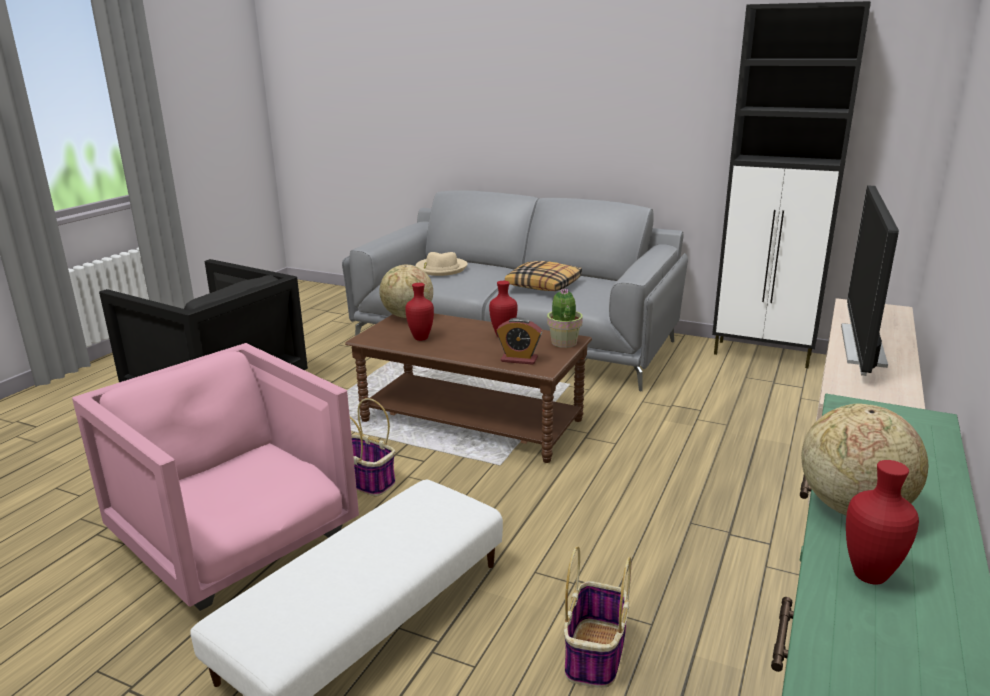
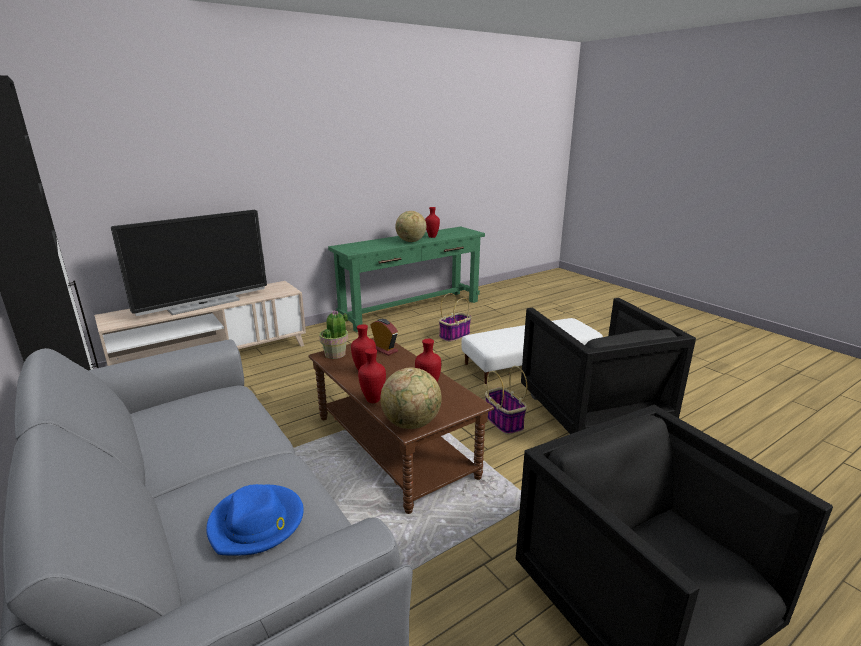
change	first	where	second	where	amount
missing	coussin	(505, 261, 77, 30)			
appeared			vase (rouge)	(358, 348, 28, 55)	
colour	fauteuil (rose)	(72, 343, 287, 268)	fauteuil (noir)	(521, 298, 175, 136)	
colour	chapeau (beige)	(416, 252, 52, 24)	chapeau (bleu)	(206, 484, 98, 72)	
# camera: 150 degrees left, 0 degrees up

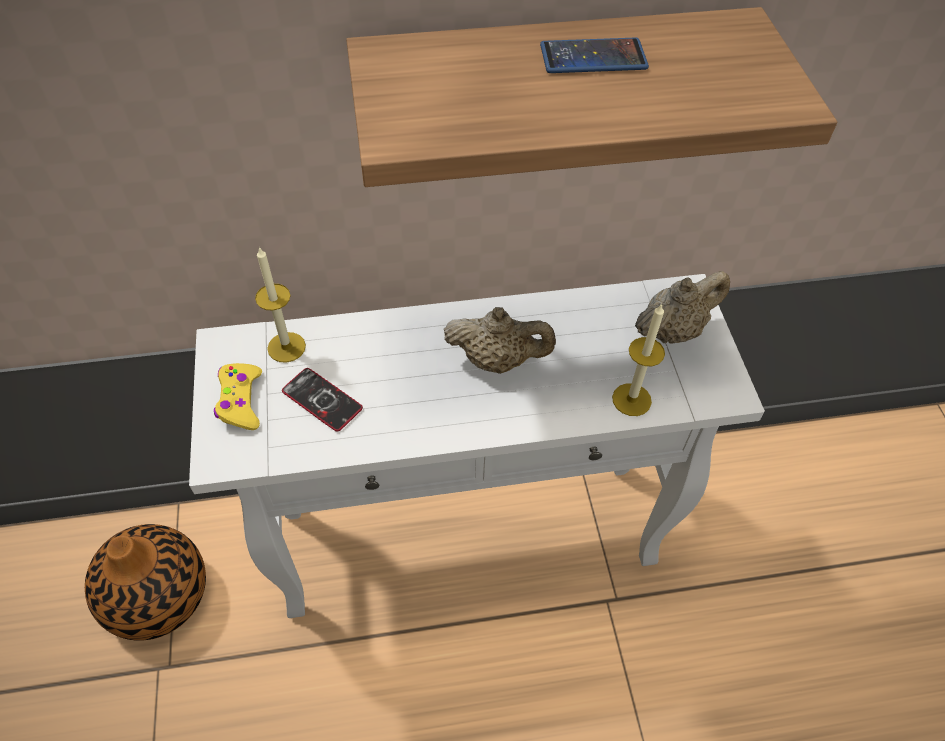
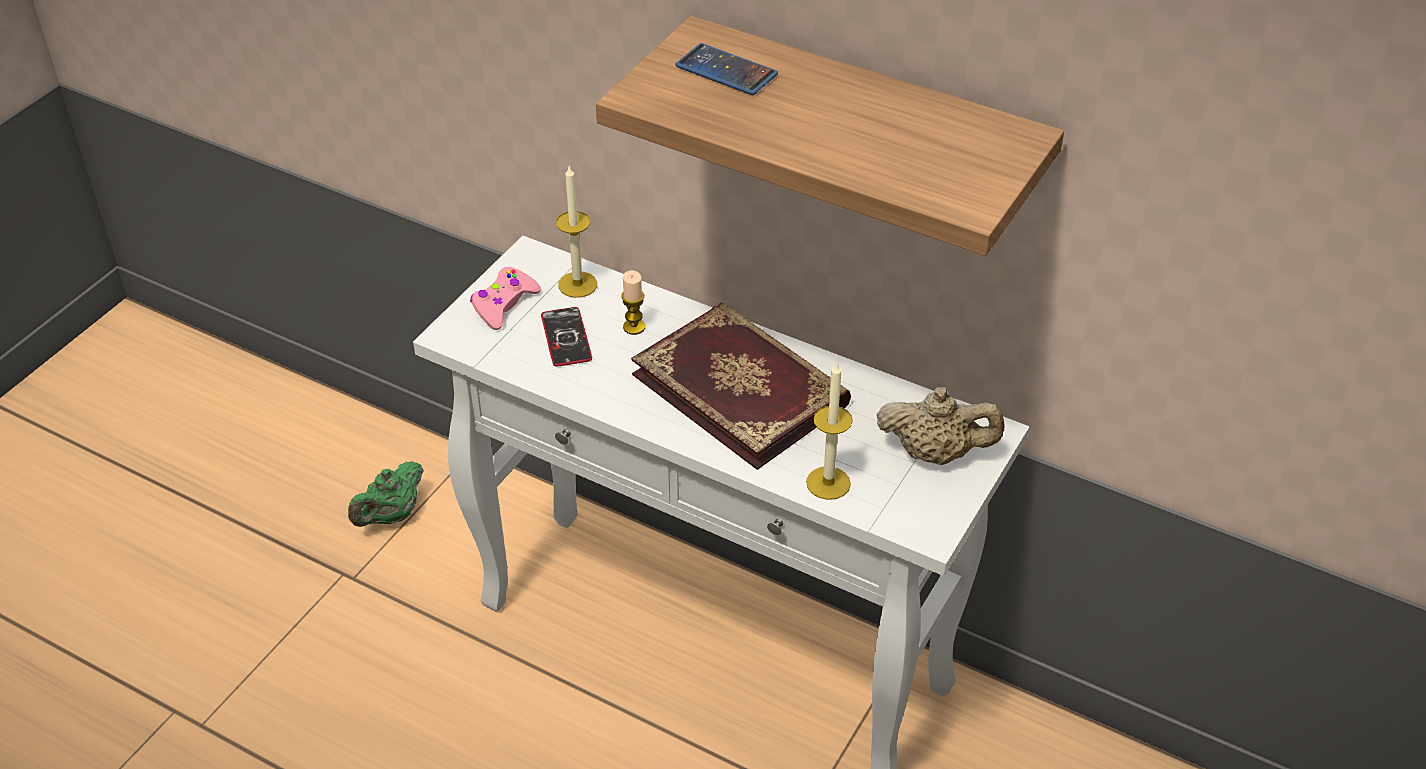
change	first	where	second	where	amount
appeared			bougie	(621, 270, 24, 65)	
relocated	téléphone	(540, 37, 109, 36)		(675, 43, 103, 52)	
exchanged	vase	(85, 524, 121, 117)	théière (vert)	(348, 461, 76, 66)	
exchanged	théière (beige)	(444, 307, 112, 67)	livre	(631, 302, 220, 168)	
colour	manette (jaune)	(214, 363, 48, 67)	manette (rose)	(470, 267, 71, 63)	
# camera: 40 degrees right, 10 degrees down

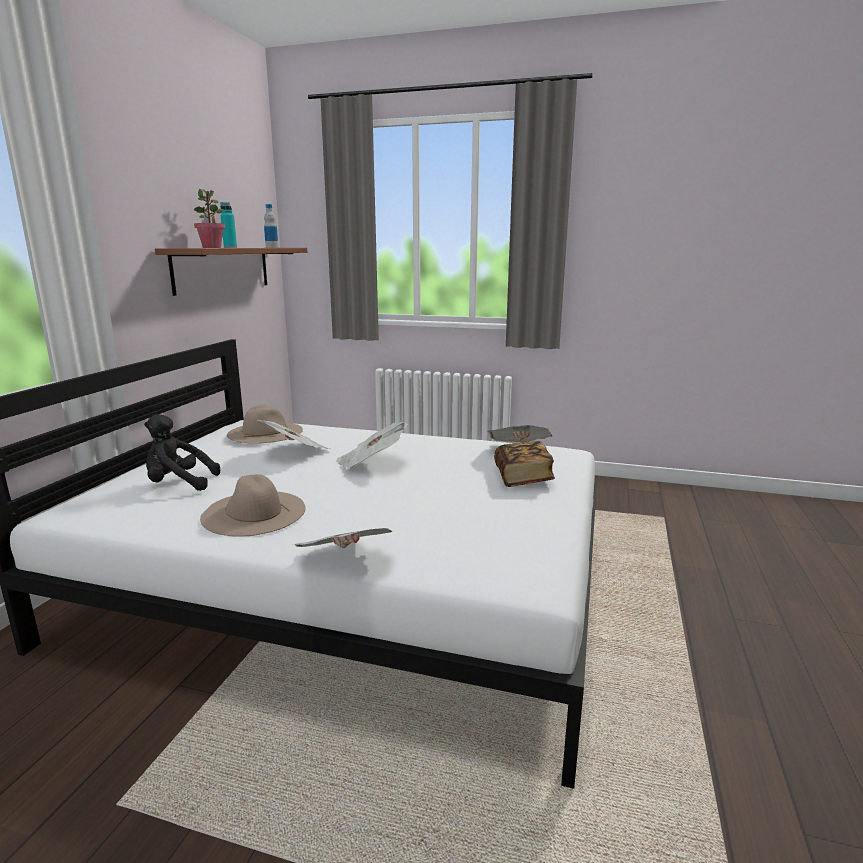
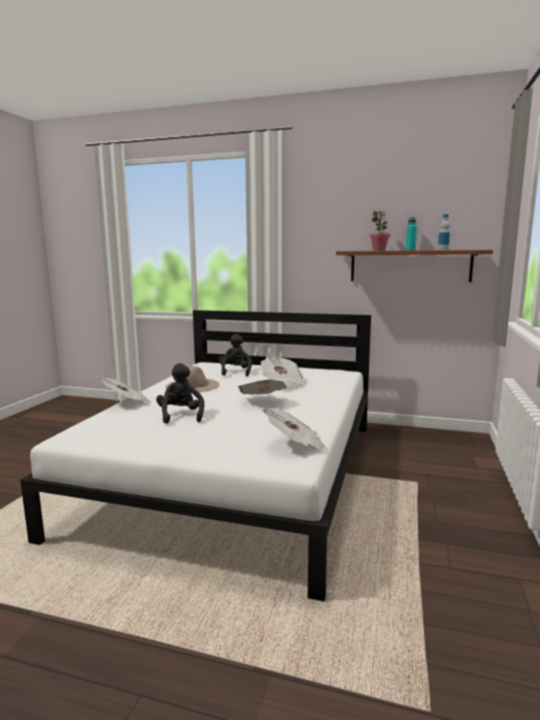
change	first	where	second	where	amount
missing	chapeau (beige)	(227, 405, 76, 39)			
missing	livre	(494, 441, 61, 46)			
appeared			peluche (noir)	(156, 363, 48, 60)	
# camera: 90 degrees right, 5 degrees down

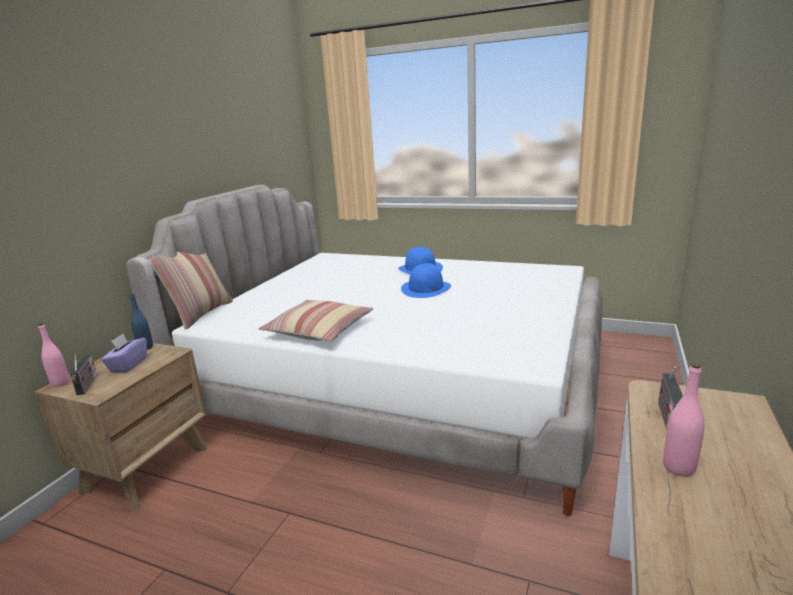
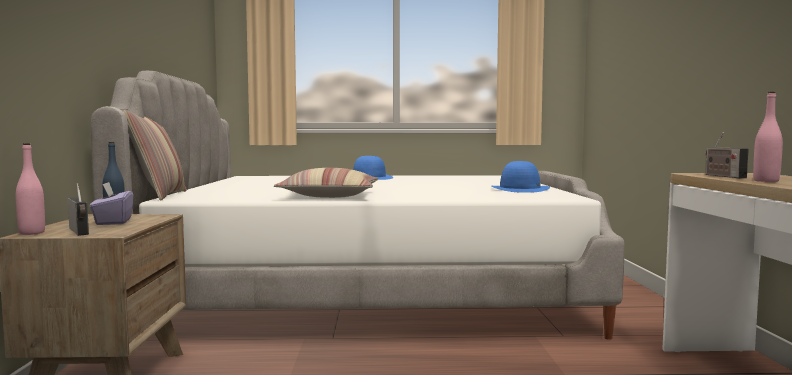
change	first	where	second	where	amount
relocated	chapeau (bleu)	(401, 263, 50, 35)		(492, 161, 58, 32)	
# camera: 25 degrees left, 15 degrees down

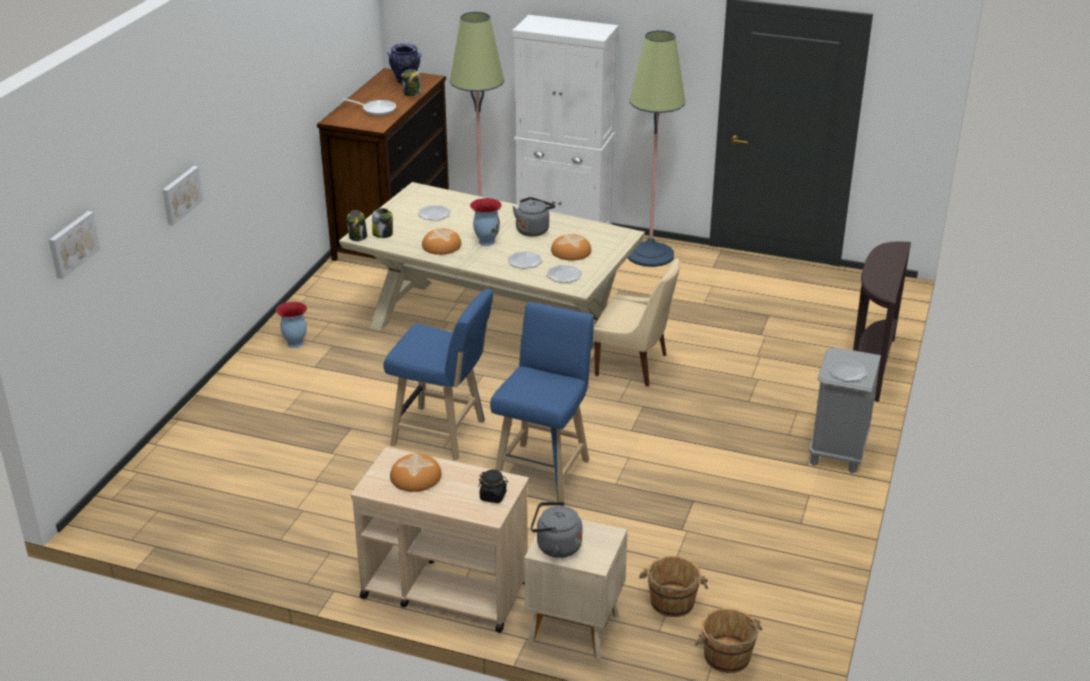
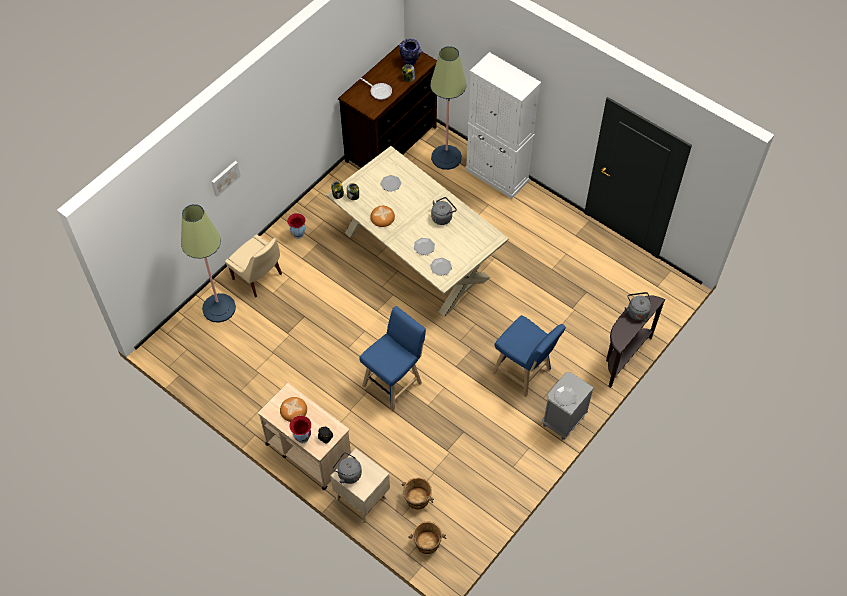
change	first	where	second	where	amount
missing	tableau	(49, 211, 52, 68)			
missing	pain	(551, 234, 40, 26)			
appeared			bouilloire (gris)	(624, 292, 27, 29)	
relocated	tabouret (bleu)	(384, 289, 109, 171)		(492, 315, 74, 82)	
relocated	vase	(470, 198, 32, 48)		(289, 416, 23, 27)	
relocated	chaise (beige)	(593, 258, 87, 129)		(225, 234, 57, 63)	
relocated	lampadaire	(628, 30, 57, 237)		(181, 204, 55, 119)	
# camera: 20 degrees right, 25 degrees up

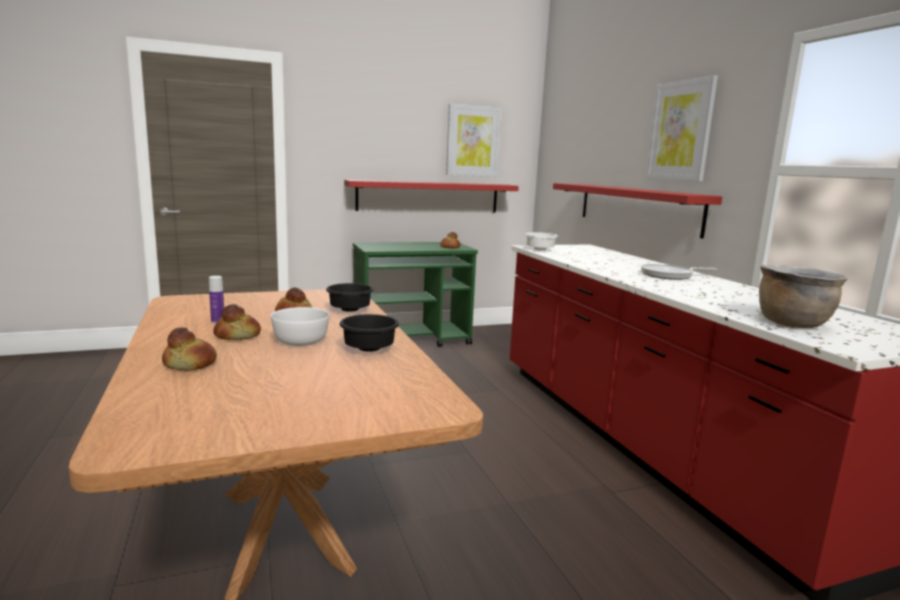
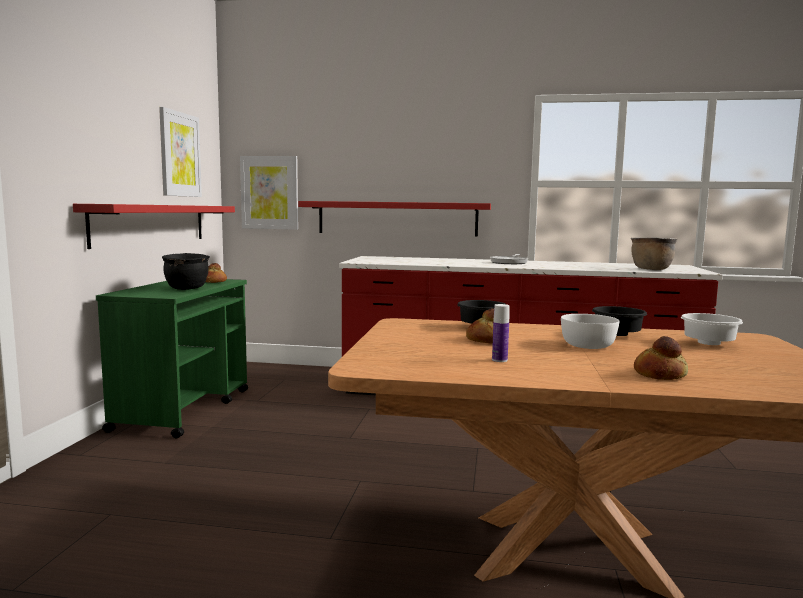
change	first	where	second	where	amount
missing	pain	(213, 304, 48, 36)			
appeared			marmite (noir)	(162, 253, 48, 37)	
relocated	bol (blanc)	(525, 232, 33, 19)		(681, 313, 62, 32)	
relocated	tableau	(646, 75, 72, 106)		(240, 156, 58, 74)	
# camera: 60 degrees left, 5 degrees down

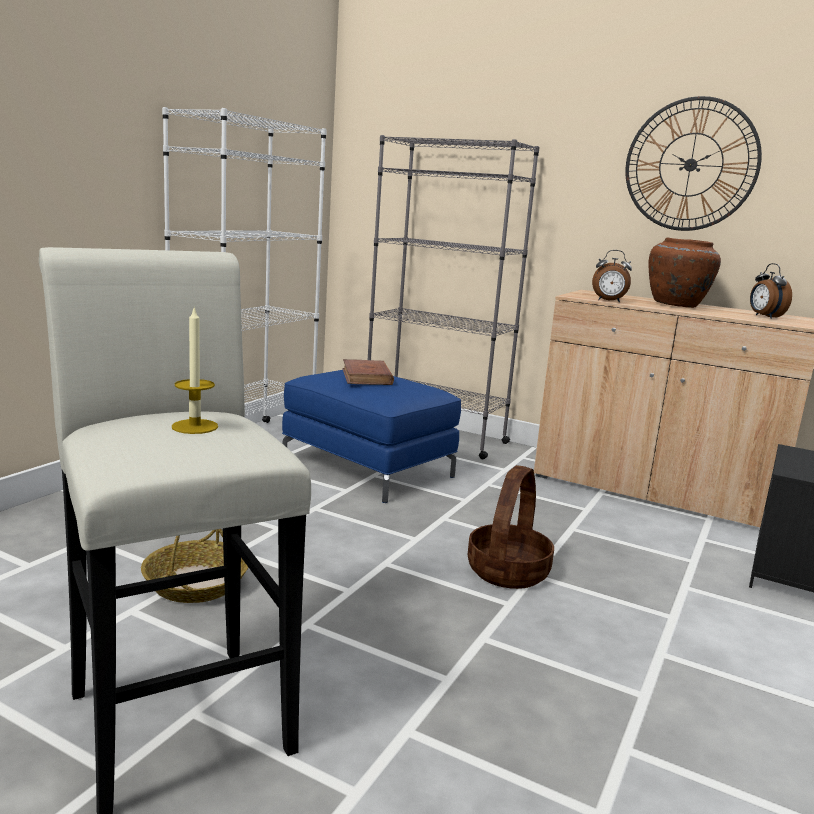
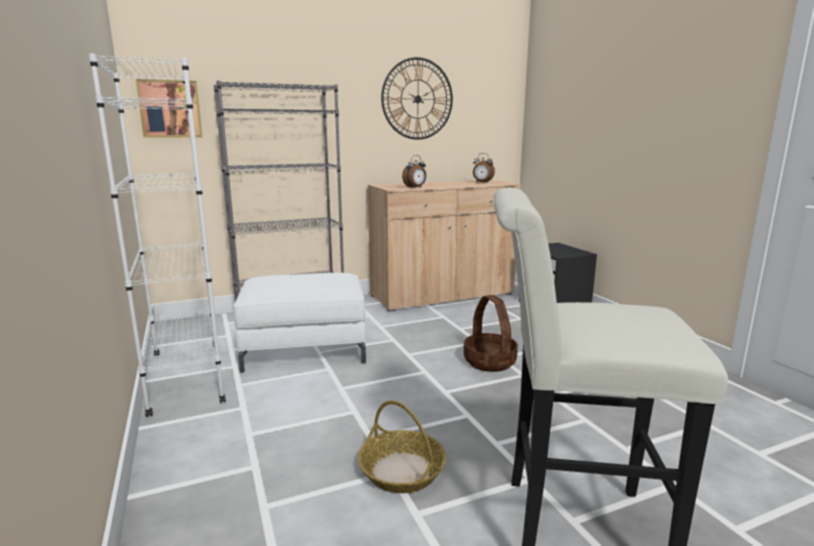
change	first	where	second	where	amount
missing	bougie	(172, 307, 46, 127)			
missing	livre (marron)	(343, 359, 51, 26)			
missing	vase (marron)	(649, 237, 72, 71)			
appeared			tableau	(136, 79, 66, 59)	
colour	pouf (bleu)	(282, 370, 179, 133)	pouf (blanc)	(234, 273, 132, 100)	
# camera: 50 degrees left, 0 degrees up

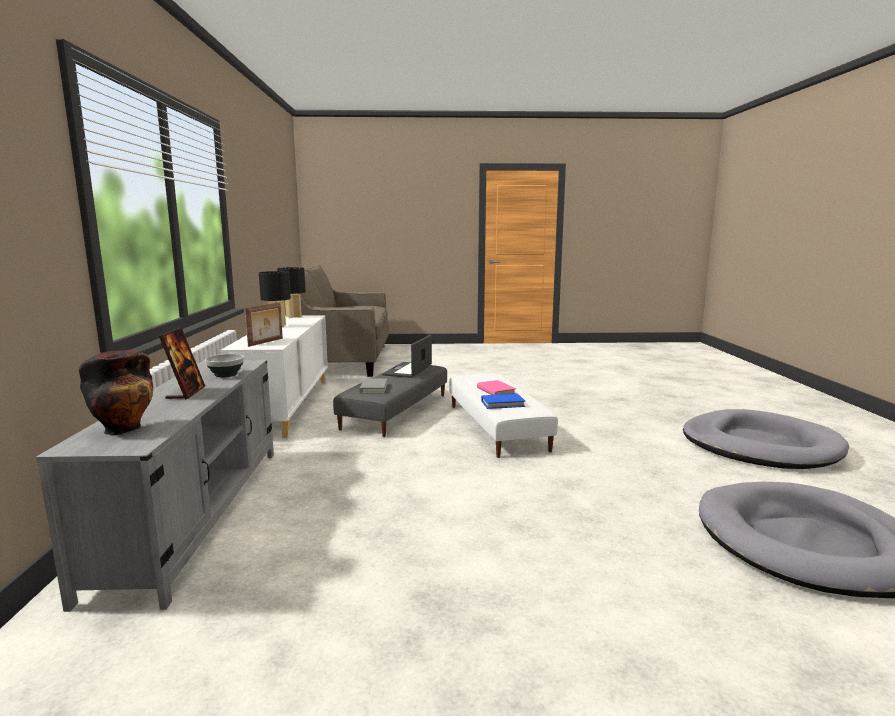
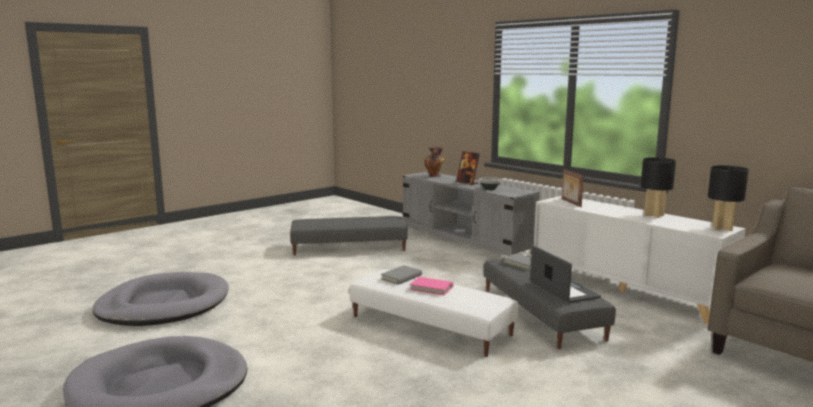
change	first	where	second	where	amount
appeared			pouf (gris)	(290, 216, 118, 39)	
colour	livre (bleu)	(481, 394, 44, 15)	livre (gris)	(381, 265, 41, 20)	
# camera: 140 degrees right, 0 degrees up

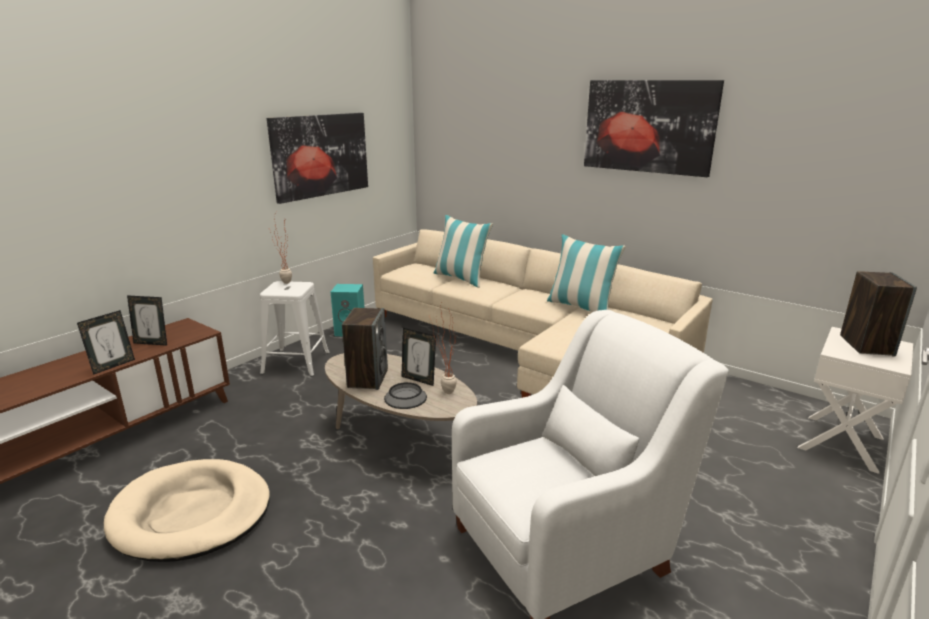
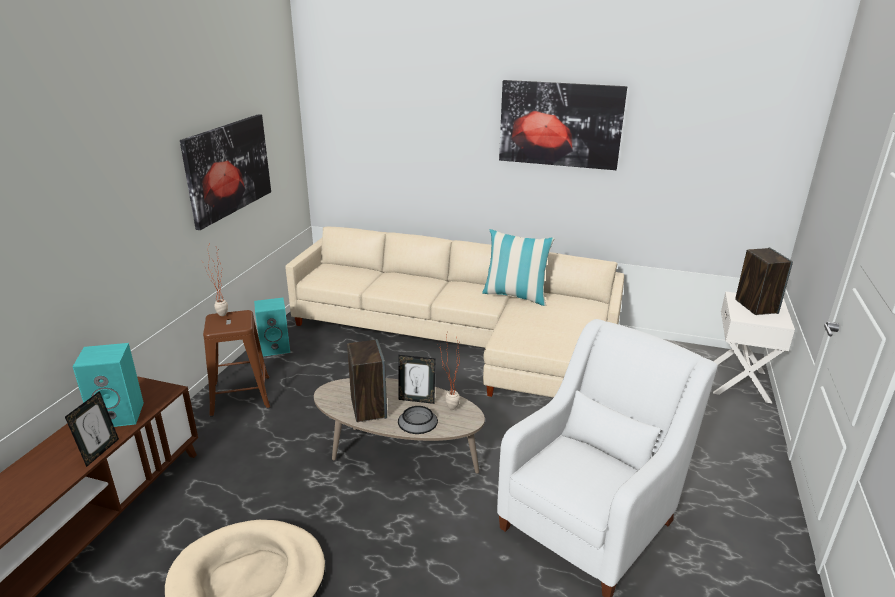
change	first	where	second	where	amount
missing	coussin	(434, 215, 59, 73)			
exchanged	cadre photo	(127, 295, 40, 51)	enceinte (turquoise)	(73, 343, 71, 84)	
colour	tabouret (blanc)	(260, 281, 70, 96)	tabouret (marron)	(203, 310, 67, 107)	
# camera: 20 degrees left, 5 degrees up

